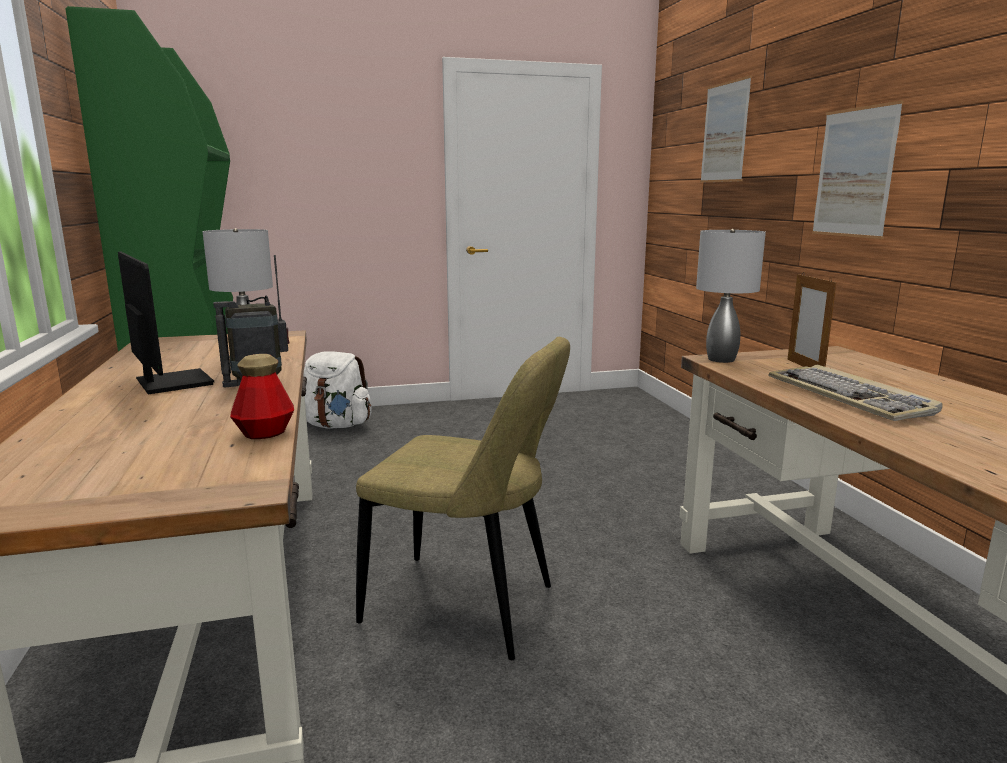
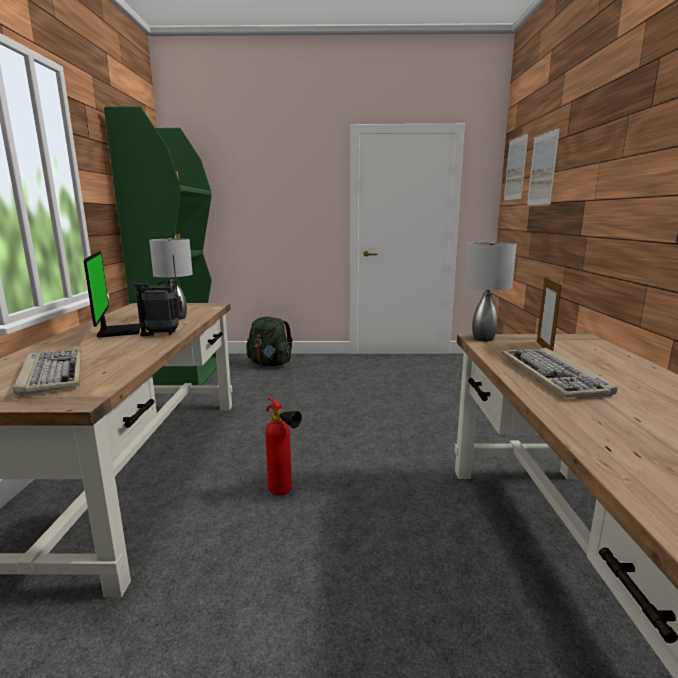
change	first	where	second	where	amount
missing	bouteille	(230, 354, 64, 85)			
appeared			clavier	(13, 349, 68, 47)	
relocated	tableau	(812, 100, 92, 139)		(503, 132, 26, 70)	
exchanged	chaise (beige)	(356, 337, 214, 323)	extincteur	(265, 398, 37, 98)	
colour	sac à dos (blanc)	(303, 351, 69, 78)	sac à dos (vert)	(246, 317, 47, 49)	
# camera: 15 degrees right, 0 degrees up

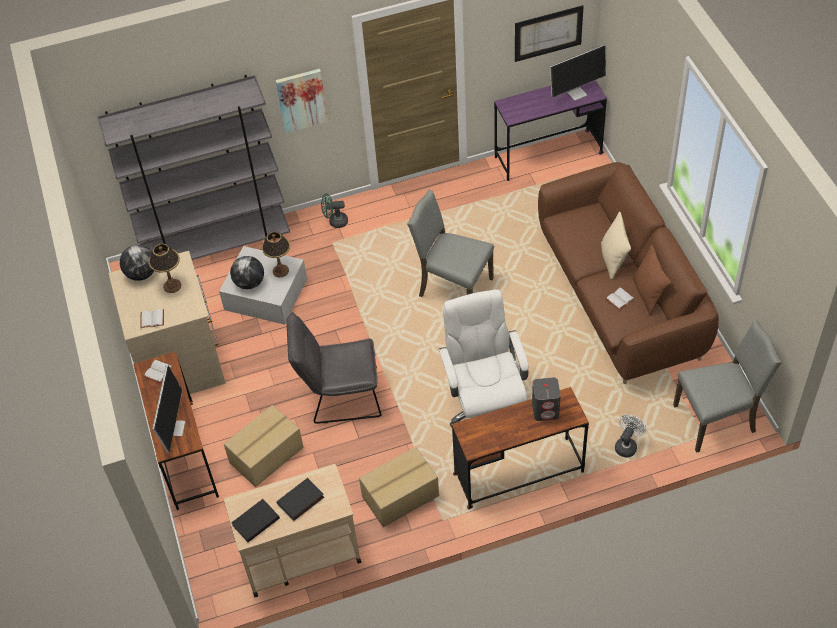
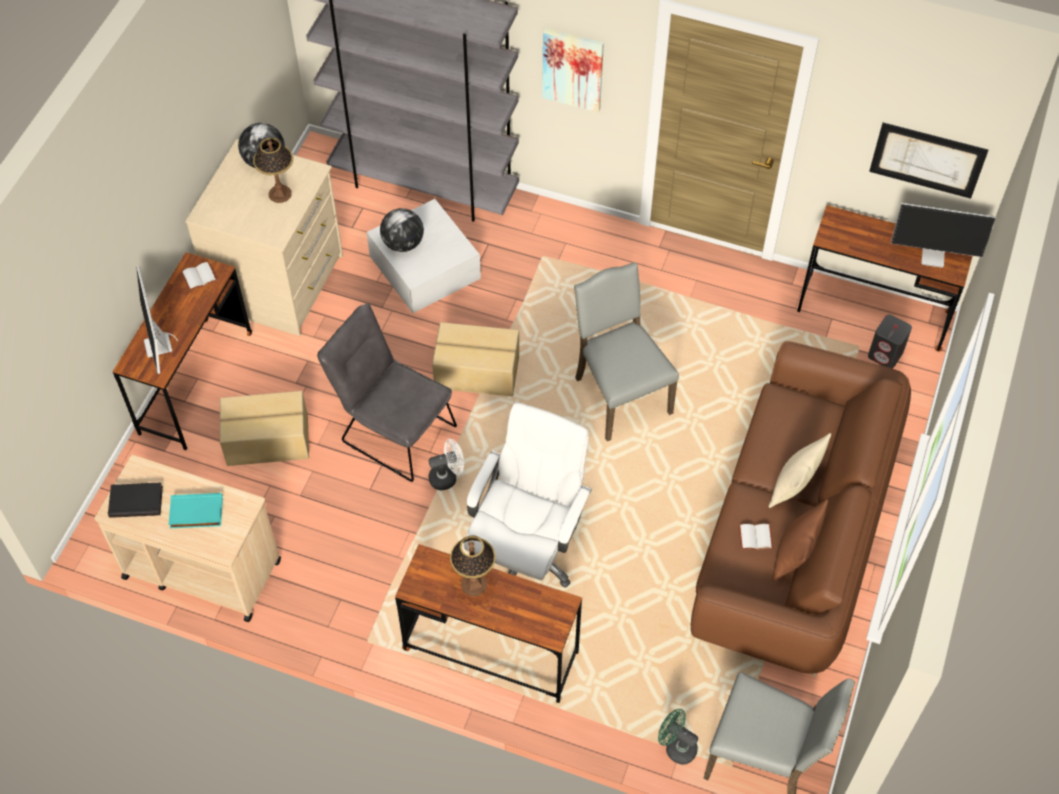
change	first	where	second	where	amount
missing	livre (blanc)	(140, 309, 24, 19)			
relocated	lampe de table	(262, 231, 28, 46)		(450, 535, 46, 62)	
relocated	ventilateur (vert)	(321, 193, 27, 35)		(658, 709, 40, 56)	
relocated	carton	(359, 447, 80, 80)		(432, 322, 87, 75)	
relocated	enceinte (gris)	(532, 377, 29, 44)		(868, 315, 44, 54)	
relocated	ventilateur (blanc)	(615, 414, 31, 44)		(429, 439, 35, 51)	
colour	livre (noir)	(277, 478, 47, 43)	livre (turquoise)	(169, 493, 54, 35)	
colour	bureau (violet)	(494, 80, 113, 101)	bureau (marron)	(797, 205, 175, 147)	
spun	écran d'ordinateur	(152, 365, 33, 88)		(136, 266, 42, 108)	120 degrees clockwise
# camera: 35 degrees right, 5 degrees up

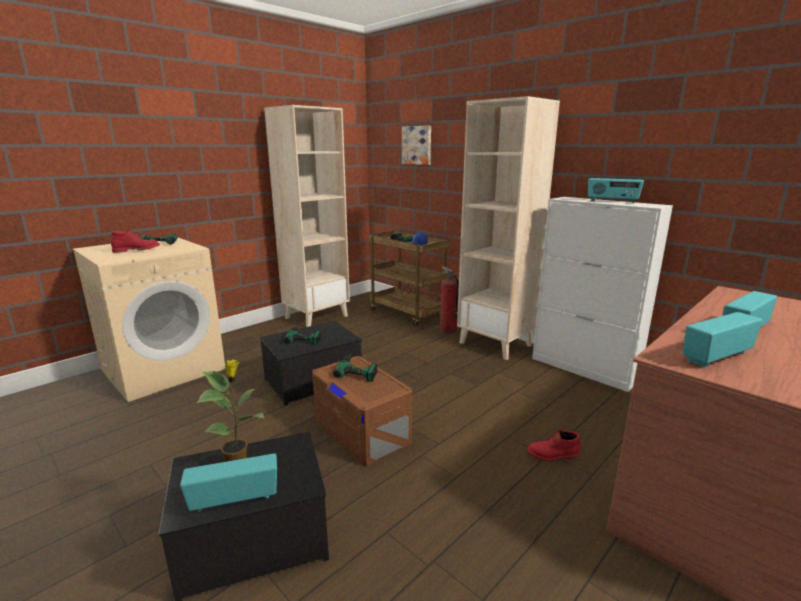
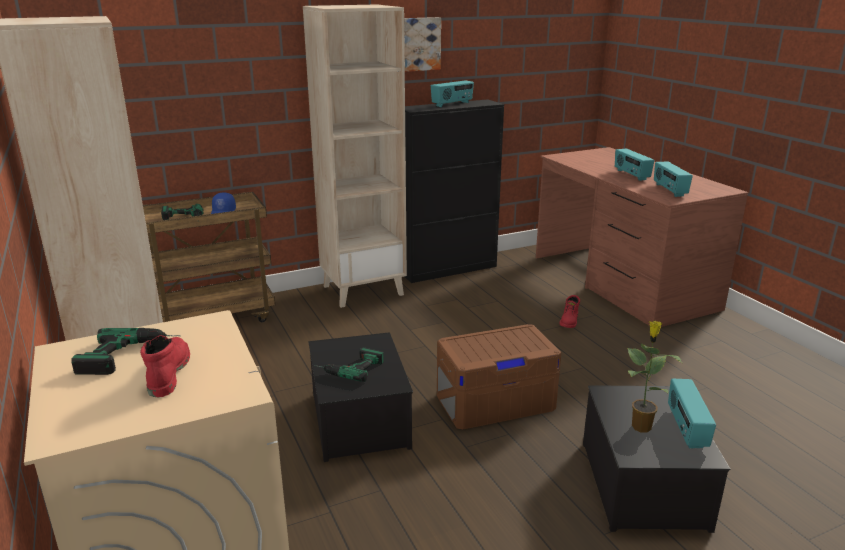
change	first	where	second	where	amount
missing	perceuse	(333, 354, 44, 28)			
missing	extincteur	(440, 266, 19, 68)			
relocated	tableau	(402, 126, 29, 39)		(404, 17, 37, 55)	
colour	meuble de rangement (blanc)	(532, 197, 141, 195)	meuble de rangement (noir)	(404, 99, 100, 184)	
# camera: 70 degrees left, 5 degrees up

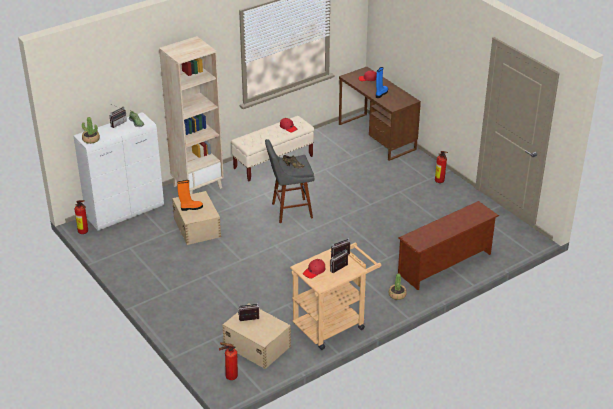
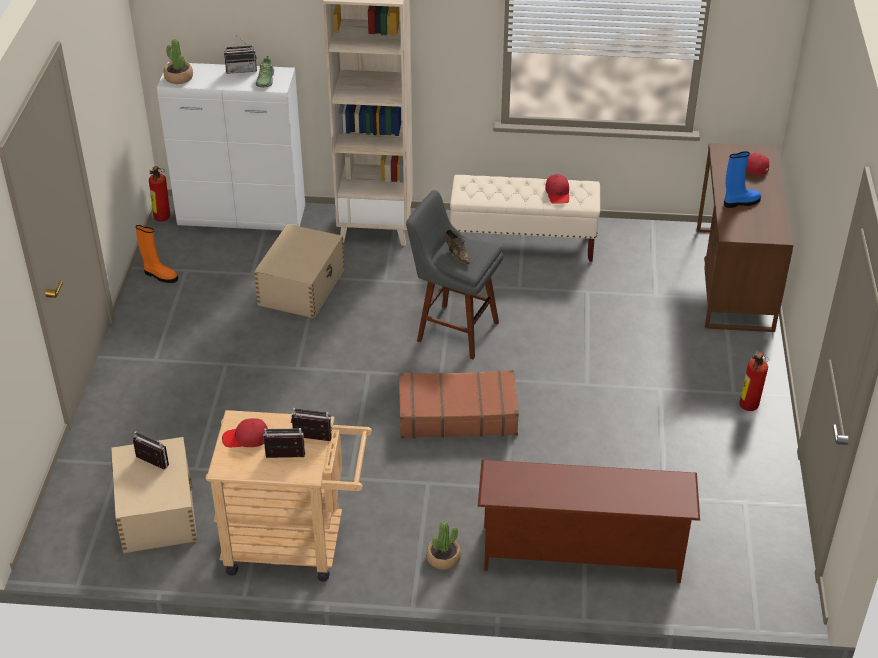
change	first	where	second	where	amount
missing	extincteur	(219, 342, 19, 38)			
appeared			valise (marron)	(399, 370, 120, 69)	
relocated	botte (orange)	(177, 180, 26, 31)		(136, 225, 42, 58)	
# camera: 40 degrees right, 5 degrees up

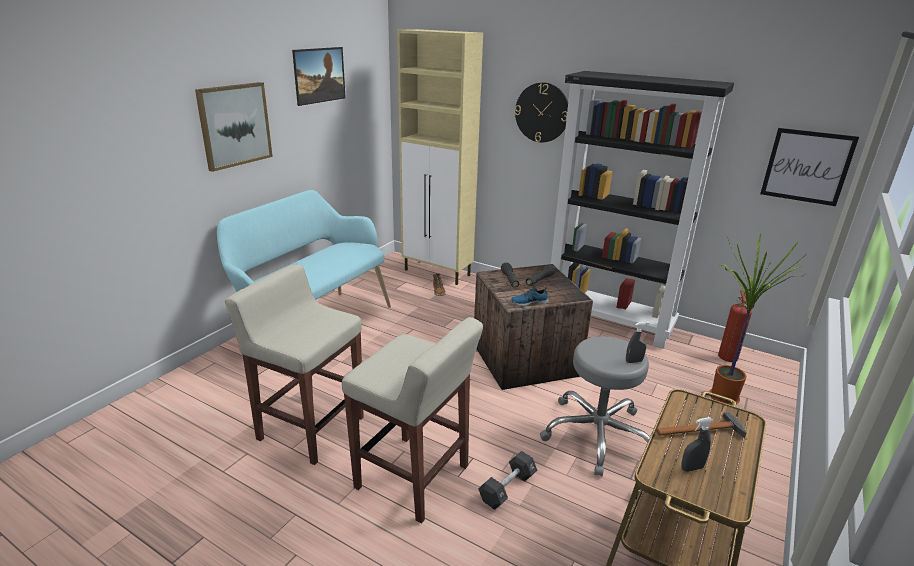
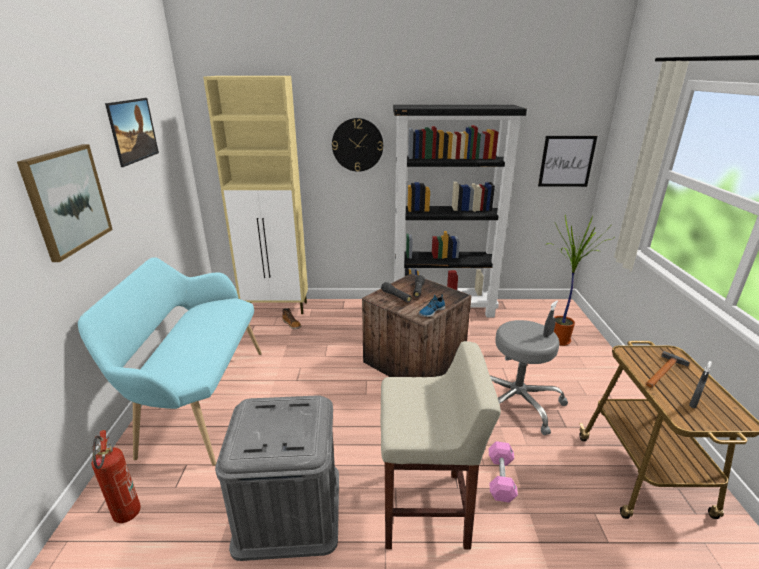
change	first	where	second	where	amount
relocated	extincteur	(718, 290, 38, 72)		(92, 430, 49, 93)	
exchanged	tabouret (beige)	(225, 265, 139, 200)	boîte de rangement (gris)	(215, 395, 124, 166)	
colour	haltère (noir)	(478, 451, 59, 59)	haltère (rose)	(489, 441, 29, 62)	
# camera: 30 degrees left, 0 degrees up

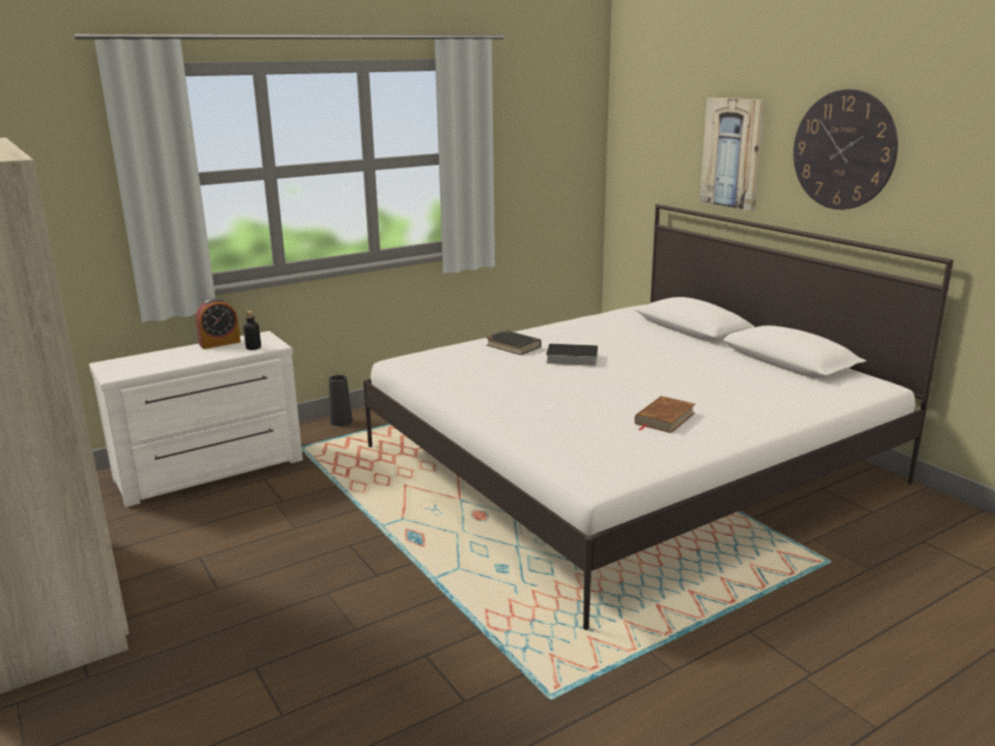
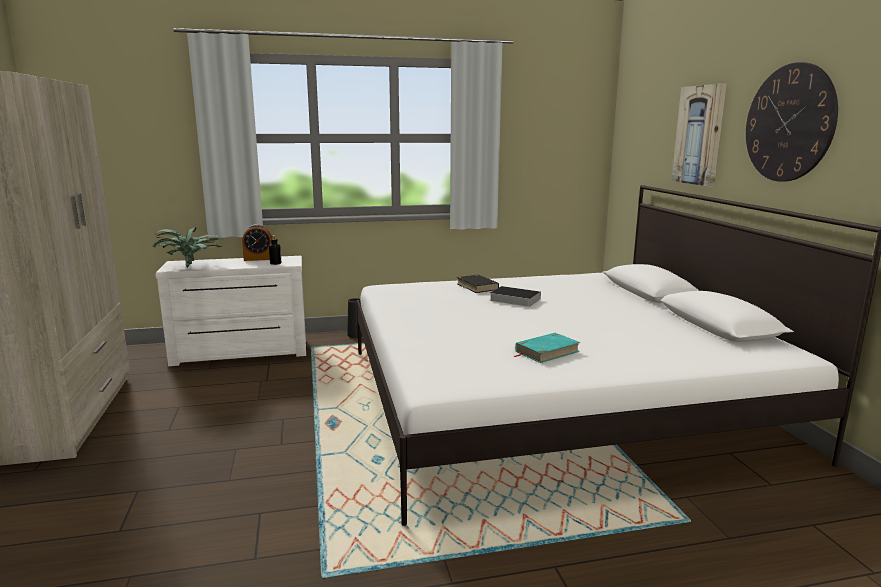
change	first	where	second	where	amount
appeared			plante en pot	(152, 227, 71, 41)	
colour	livre (marron)	(635, 396, 60, 37)	livre (turquoise)	(514, 333, 67, 30)	
# camera: 20 degrees right, 5 degrees down

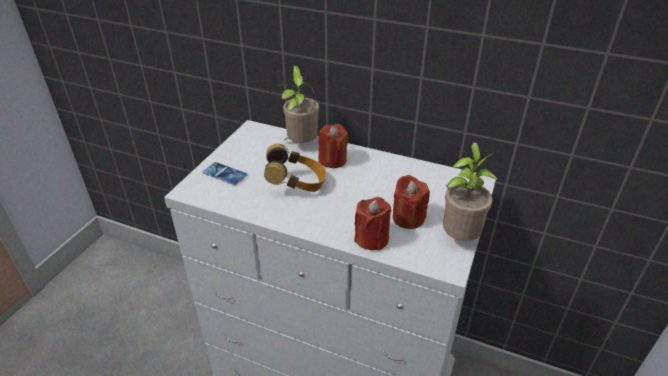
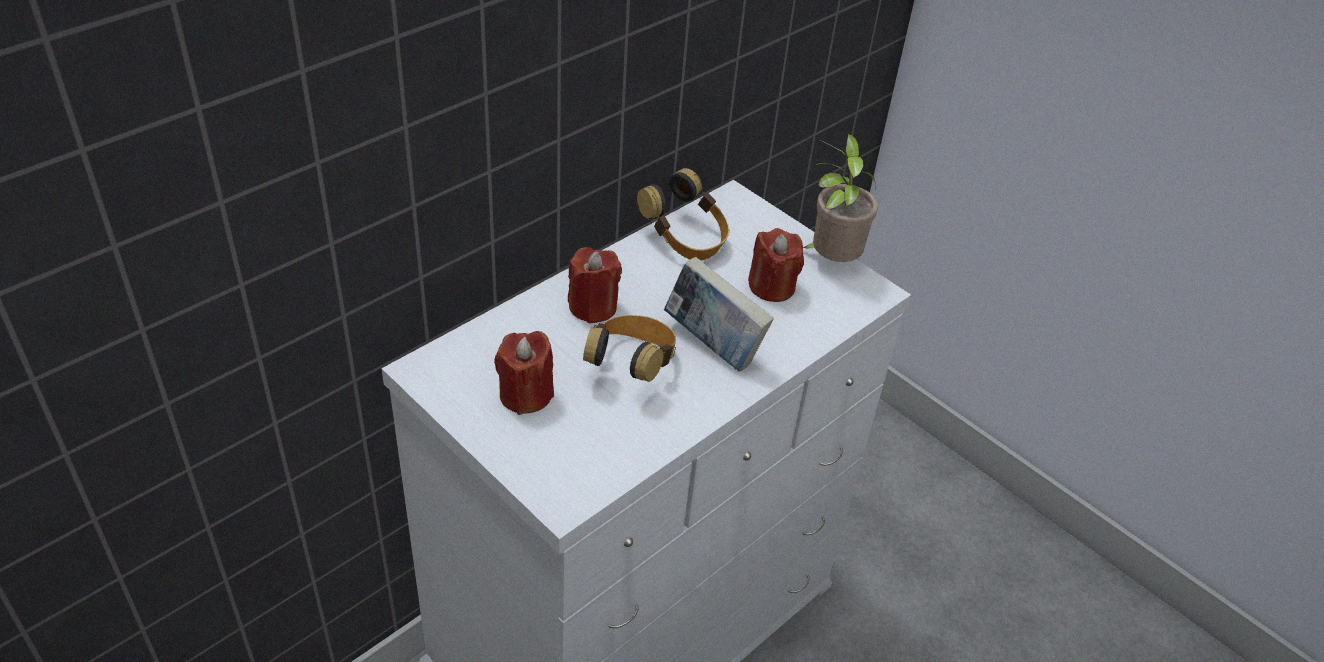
change	first	where	second	where	amount
missing	téléphone	(203, 162, 45, 23)			
missing	plante en pot	(277, 65, 42, 78)			
appeared			casque audio	(637, 168, 92, 92)	
appeared			livre	(664, 257, 110, 115)	
relocated	bougie (rouge)	(354, 197, 37, 53)		(494, 331, 60, 84)	
# camera: 70 degrees left, 5 degrees up

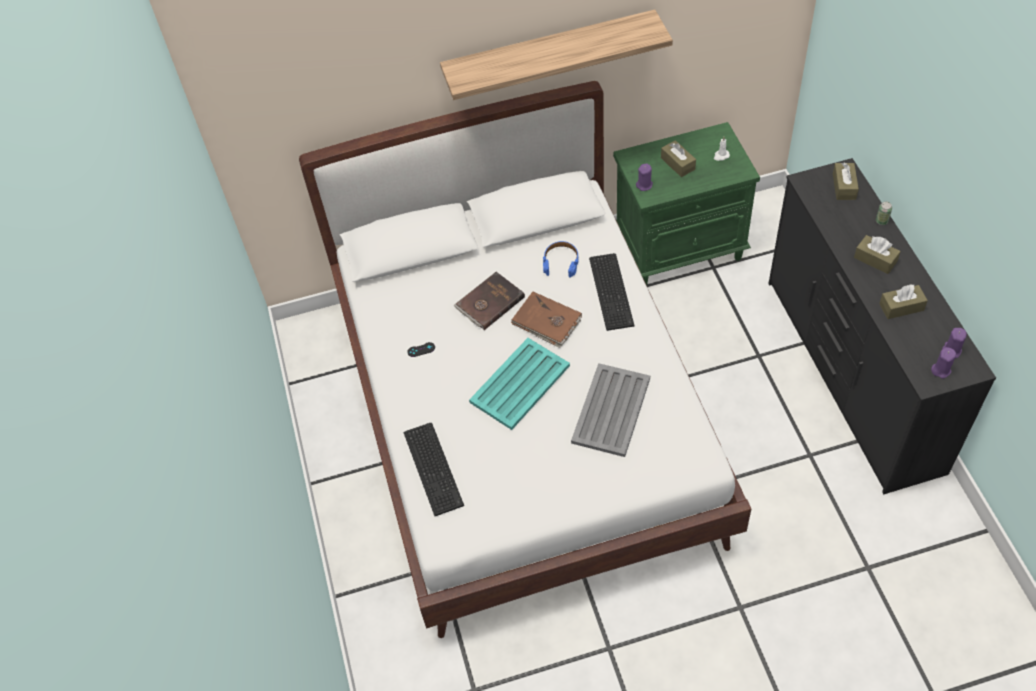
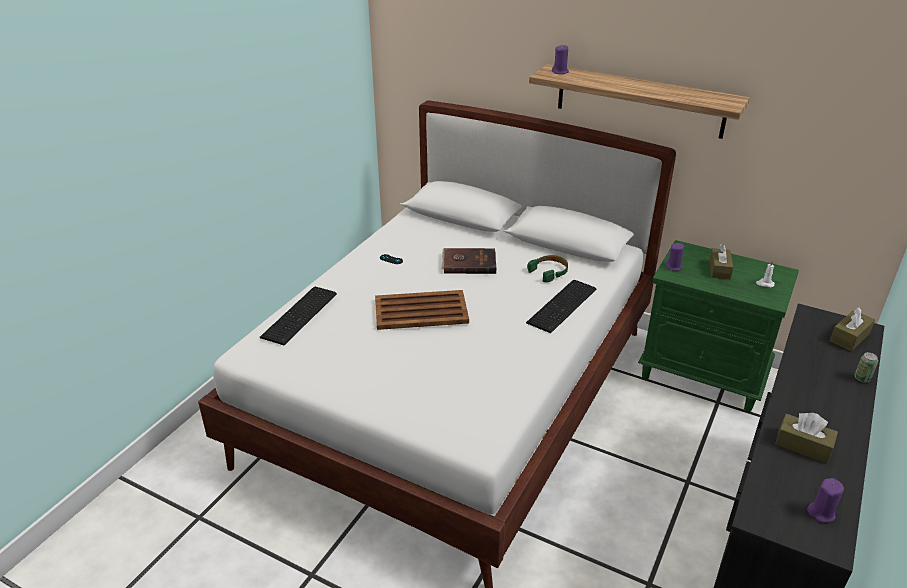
change	first	where	second	where	amount
missing	livre (marron)	(511, 291, 71, 57)			
missing	plateau (gris)	(571, 363, 79, 94)			
missing	boîte à mouchoirs (marron)	(854, 235, 47, 39)			
relocated	bougie (violet)	(931, 347, 25, 32)		(552, 45, 17, 29)	
colour	plateau (turquoise)	(469, 338, 101, 92)	plateau (marron)	(375, 290, 94, 40)	
colour	casque audio (bleu)	(543, 241, 36, 37)	casque audio (vert)	(527, 255, 41, 27)	
# camera: 40 degrees right, 20 degrees down

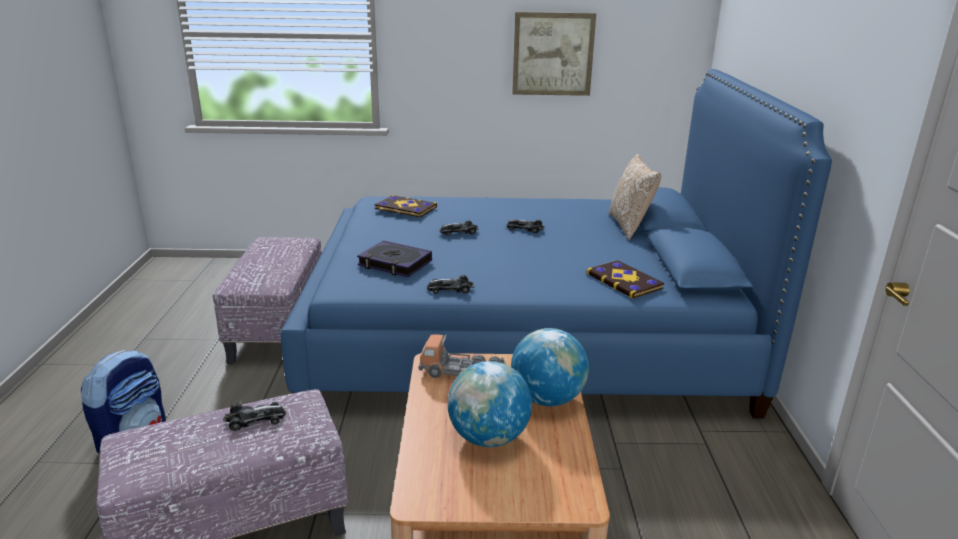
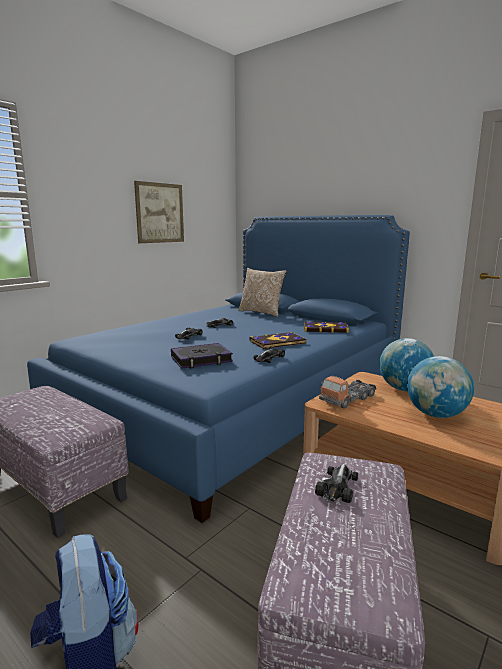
change	first	where	second	where	amount
relocated	livre	(374, 195, 63, 22)		(249, 332, 58, 17)	
# camera: 50 degrees left, 10 degrees down

